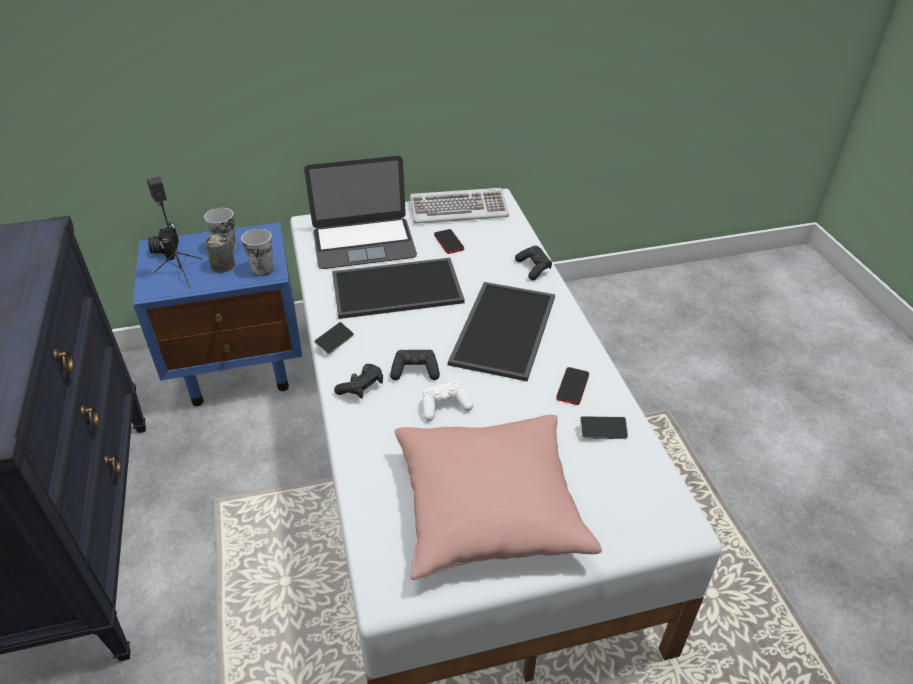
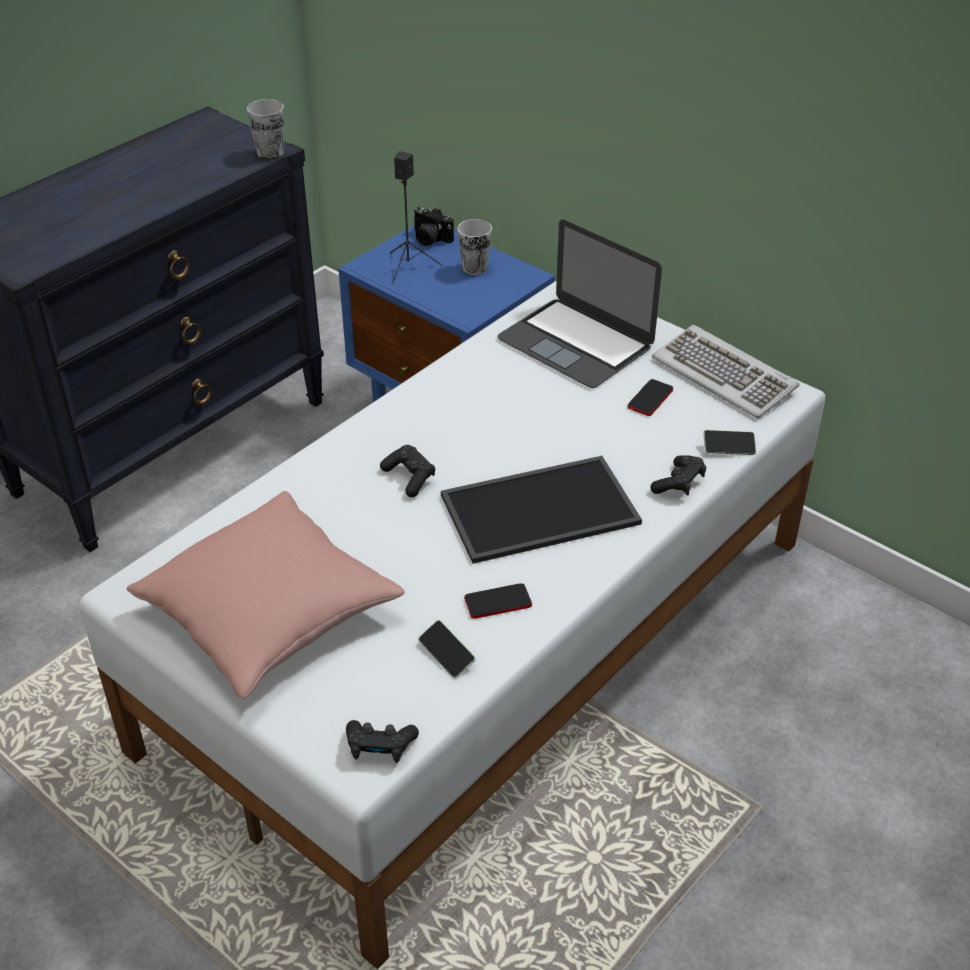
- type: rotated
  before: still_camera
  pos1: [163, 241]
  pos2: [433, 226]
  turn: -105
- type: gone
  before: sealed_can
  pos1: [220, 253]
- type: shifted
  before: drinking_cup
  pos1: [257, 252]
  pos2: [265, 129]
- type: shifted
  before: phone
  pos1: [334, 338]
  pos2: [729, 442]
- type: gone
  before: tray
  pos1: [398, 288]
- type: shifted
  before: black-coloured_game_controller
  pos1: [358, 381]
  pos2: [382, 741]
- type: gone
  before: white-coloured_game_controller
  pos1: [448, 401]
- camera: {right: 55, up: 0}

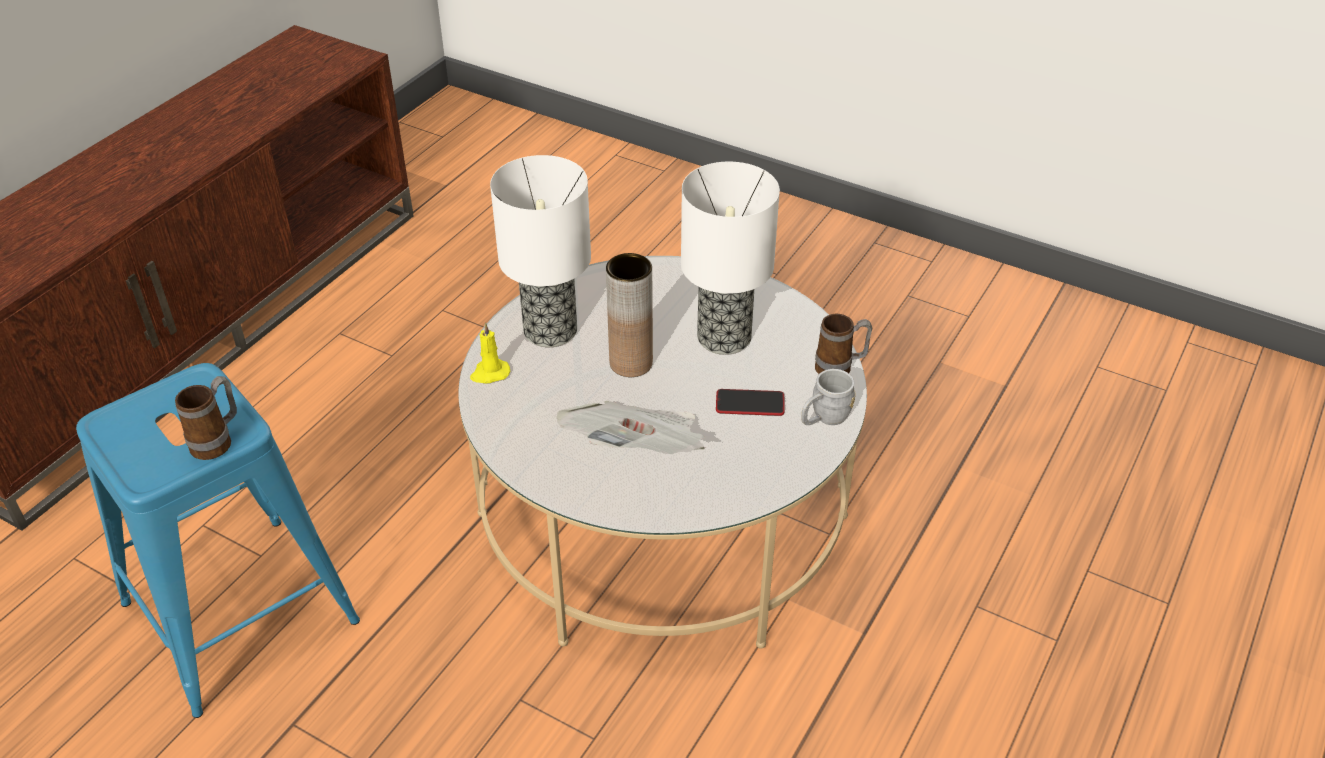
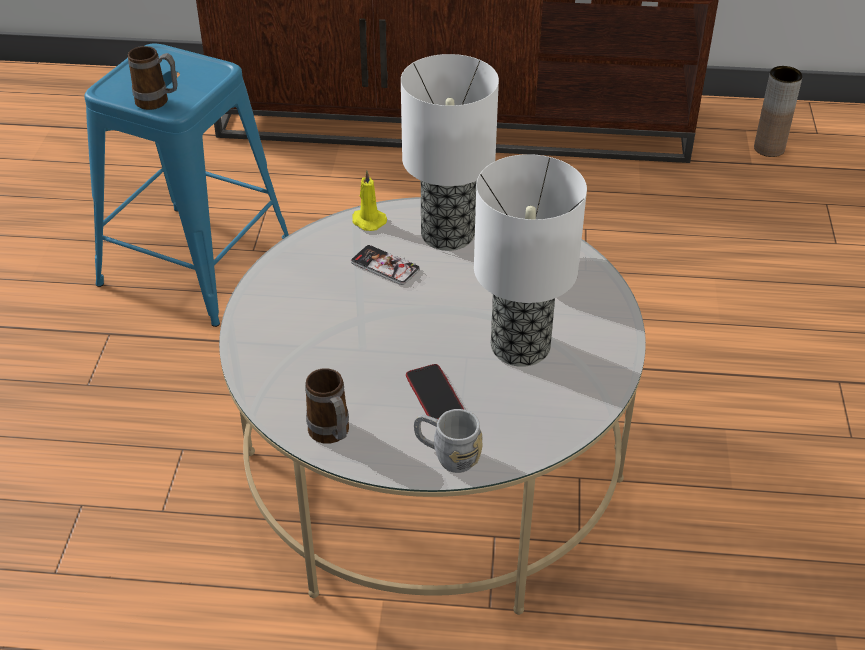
- type: gone
  before: printed_paper
  pos1: [630, 427]
- type: shifted
  before: brown_vase
  pos1: [629, 315]
  pos2: [778, 111]
- type: shifted
  before: mug
  pos1: [844, 344]
  pos2: [327, 406]
- type: new
  after: phone
  pos2: [385, 265]
- camera: {right: 65, up: 0}

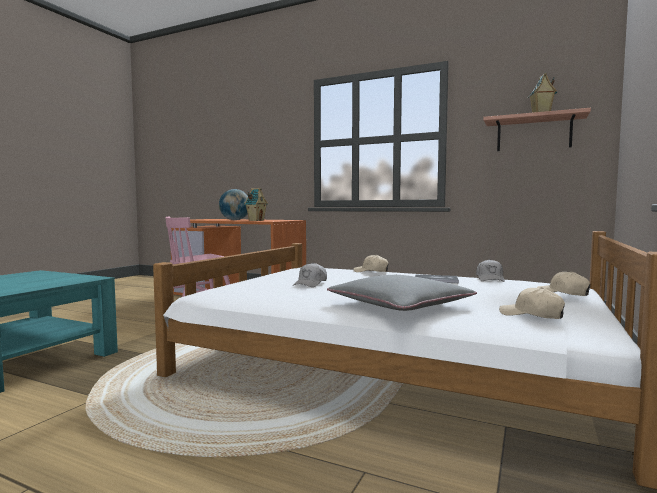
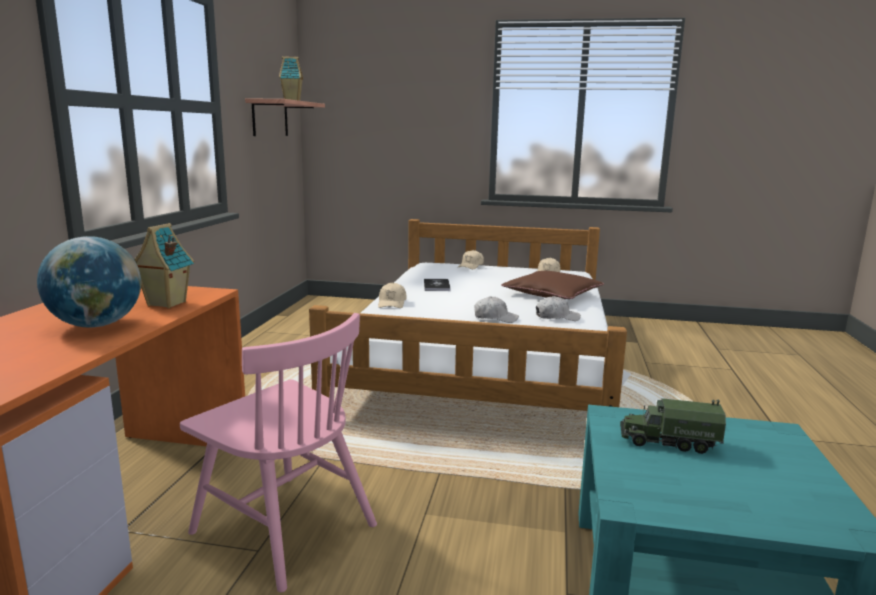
- type: repainted
  before: grey_pillow
  after: brown_pillow
  pos1: [402, 293]
  pos2: [552, 285]
- type: shifted
  before: white-coloured_peaked_cap
  pos1: [490, 270]
  pos2: [558, 308]
- type: new
  after: model_truck
  pos2: [673, 426]
- camera: {right: -105, up: 10}

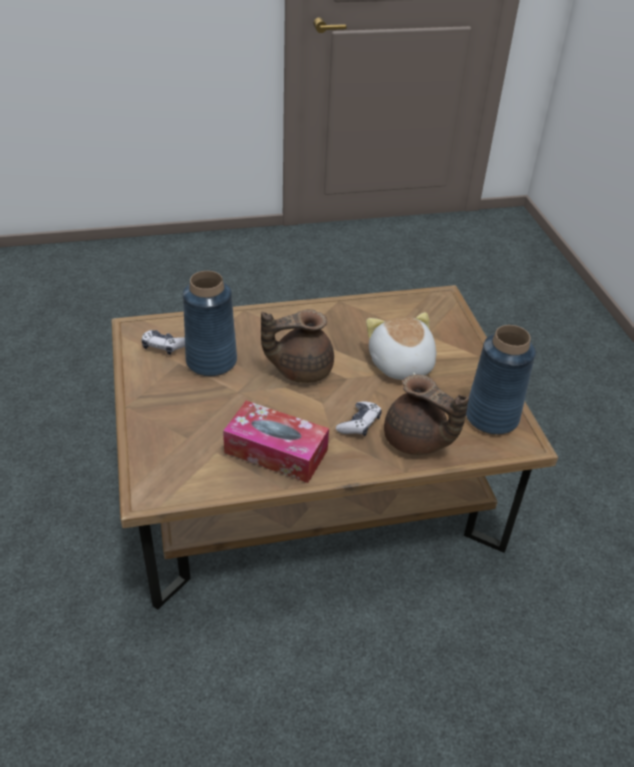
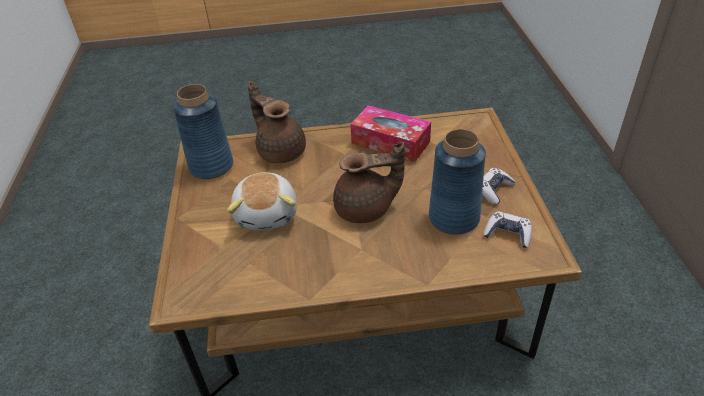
- type: shifted
  before: game_controller
  pos1: [359, 419]
  pos2: [498, 186]
- camera: {right: -170, up: 0}

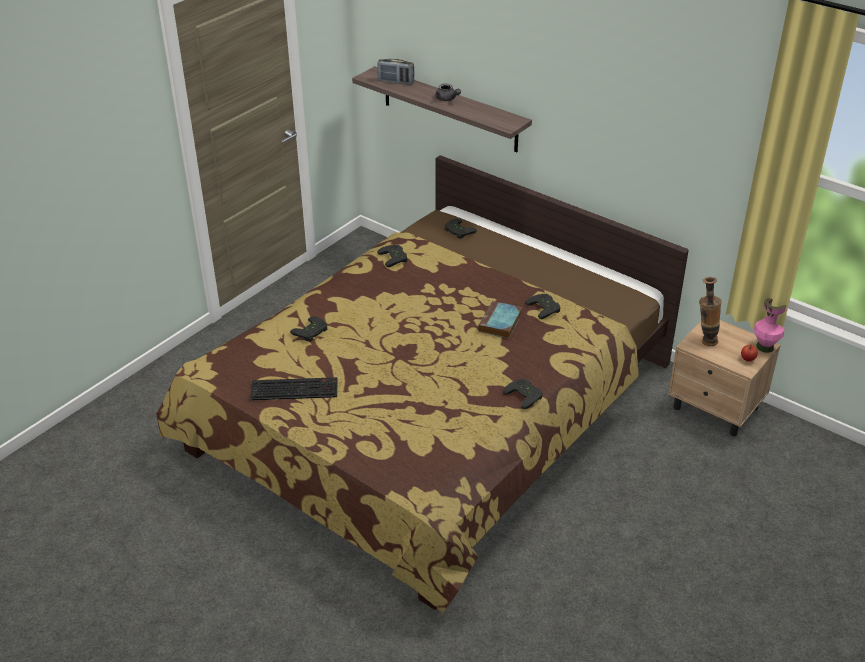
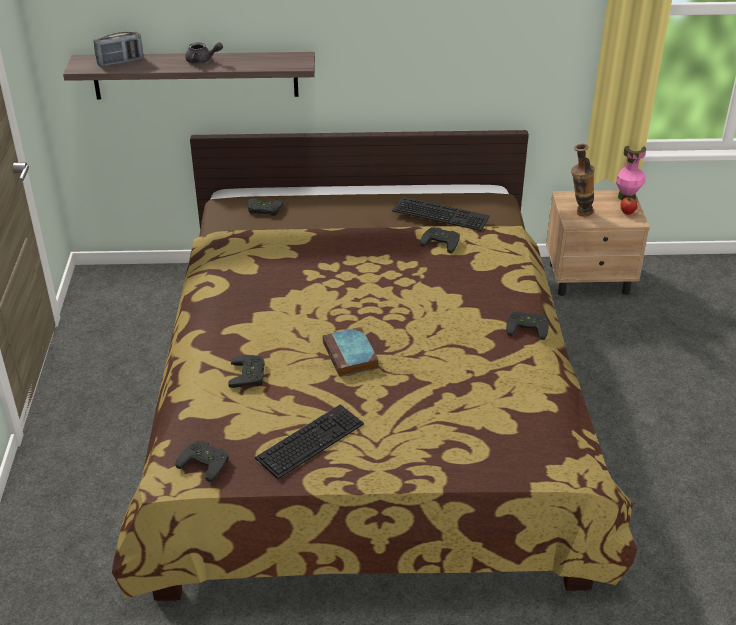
- type: shifted
  before: black-coloured_game_controller
  pos1: [392, 256]
  pos2: [202, 461]
- type: shifted
  before: bound_book
  pos1: [500, 320]
  pos2: [351, 352]
- type: new
  after: PC_keyboard
  pos2: [441, 214]
- camera: {right: -40, up: 0}

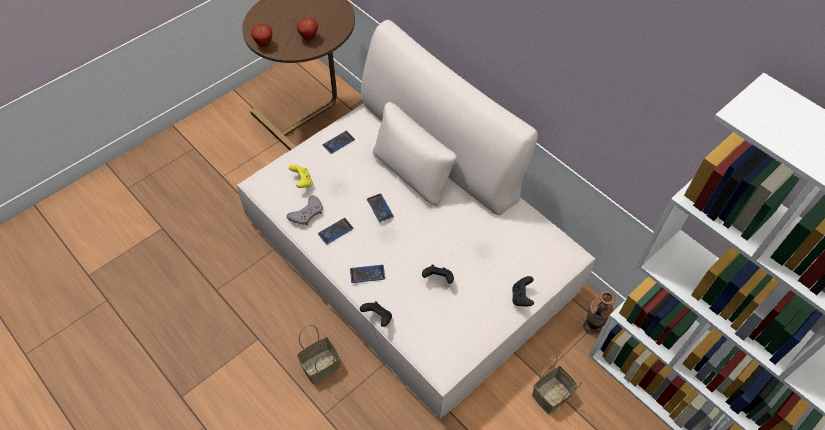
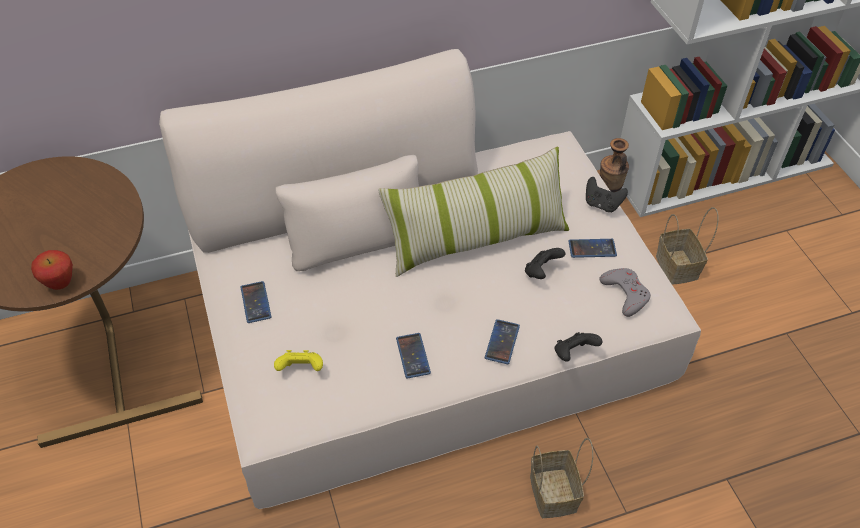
- type: shifted
  before: grey_game_controller
  pos1: [305, 210]
  pos2: [625, 292]
- type: gone
  before: whole_apple
  pos1: [307, 29]
- type: shifted
  before: phone
  pos1: [380, 207]
  pos2: [592, 248]
- type: new
  after: pillow
  pos2: [473, 211]
- camera: {right: -65, up: -5}

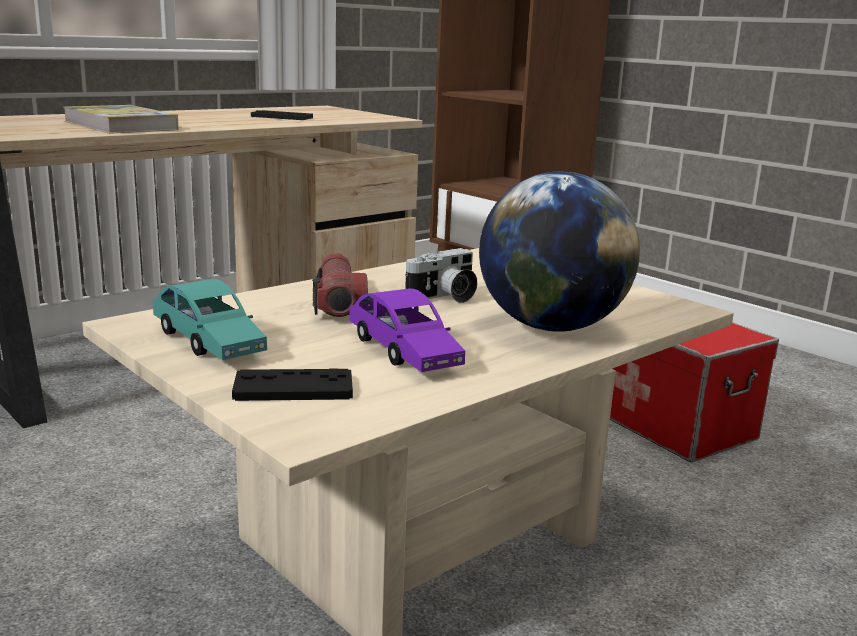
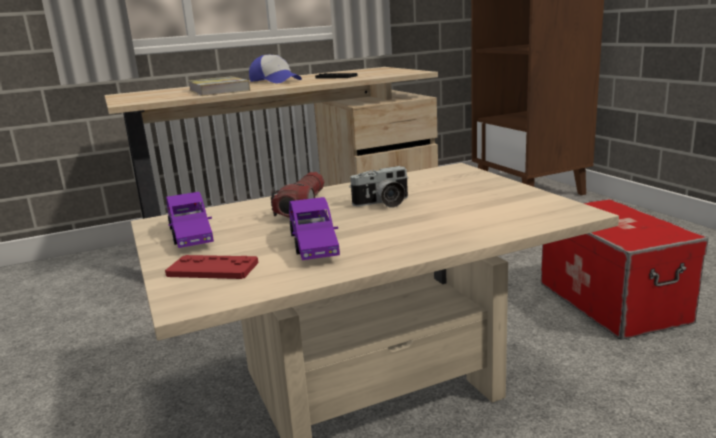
- type: repainted
  before: turquoise_miniature_car
  after: purple_miniature_car
  pos1: [210, 319]
  pos2: [190, 220]
- type: repainted
  before: black-coloured_game_controller
  after: red_game_controller
  pos1: [292, 384]
  pos2: [211, 267]
- type: gone
  before: globe
  pos1: [559, 252]
- type: new
  after: peaked_cap
  pos2: [275, 69]
- camera: {right: 20, up: 0}

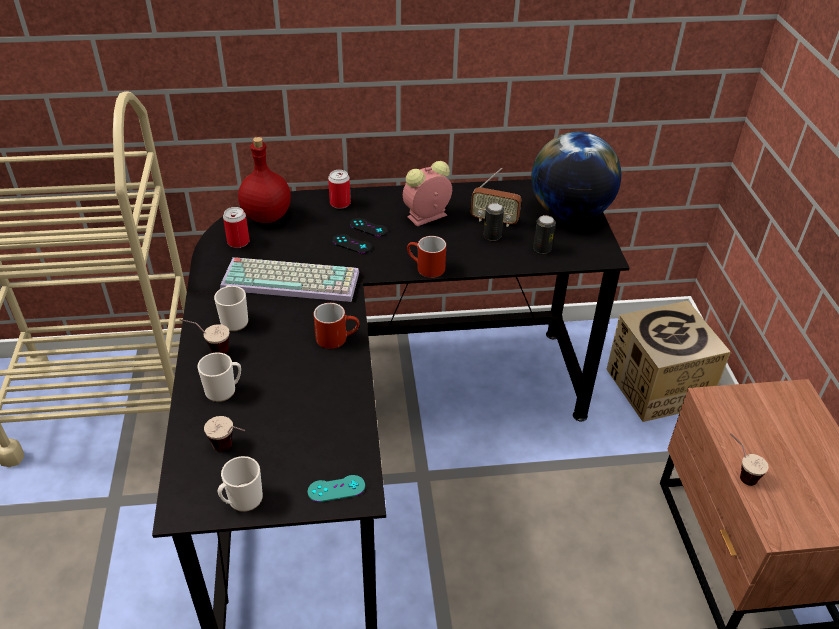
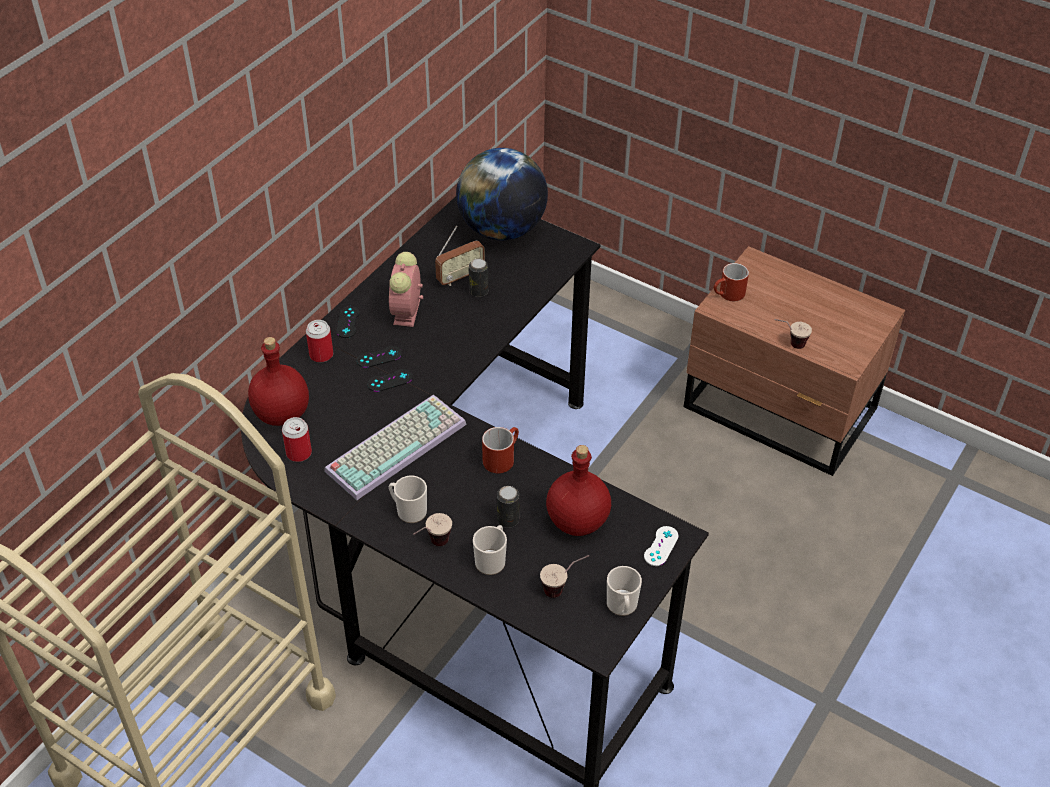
- type: repainted
  before: turquoise_game_controller
  after: white-coloured_game_controller
  pos1: [336, 488]
  pos2: [661, 546]
- type: shifted
  before: red_mug
  pos1: [426, 257]
  pos2: [731, 282]
- type: shifted
  before: sealed_can
  pos1: [544, 234]
  pos2: [508, 507]
- type: gone
  before: packing_box
  pos1: [668, 361]
- type: new
  after: black-coloured_game_controller
  pos2: [347, 322]
- type: new
  after: red_bottle
  pos2: [578, 490]
- camera: {right: -50, up: 5}

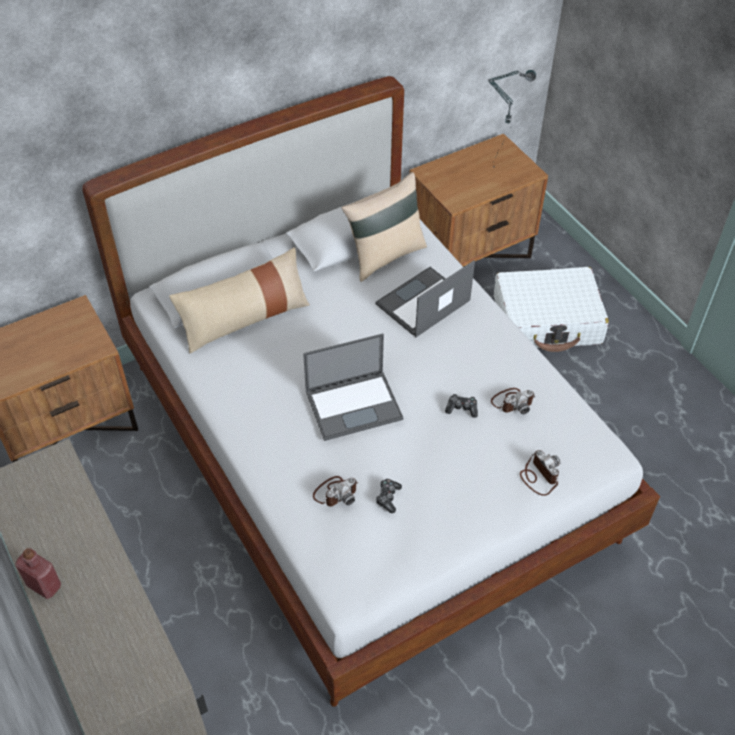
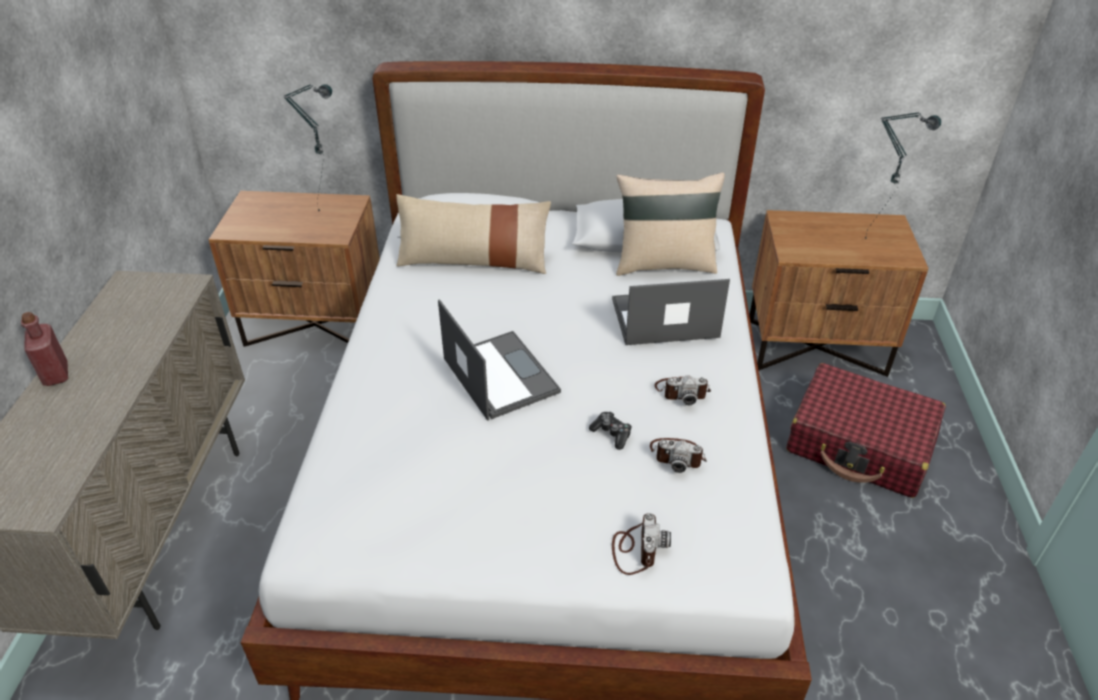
- type: rotated
  before: laptop
  pos1: [353, 387]
  pos2: [499, 360]
  turn: -135
- type: shifted
  before: still_camera
  pos1: [335, 491]
  pos2: [683, 390]
- type: gone
  before: game_controller
  pos1: [389, 496]
- type: repainted
  before: white-coloured_travel_case
  after: red_travel_case
  pos1: [551, 309]
  pos2: [866, 430]
- type: new
  after: lamp_for_a_table
  pos2: [307, 147]
- camera: {right: 35, up: -10}

